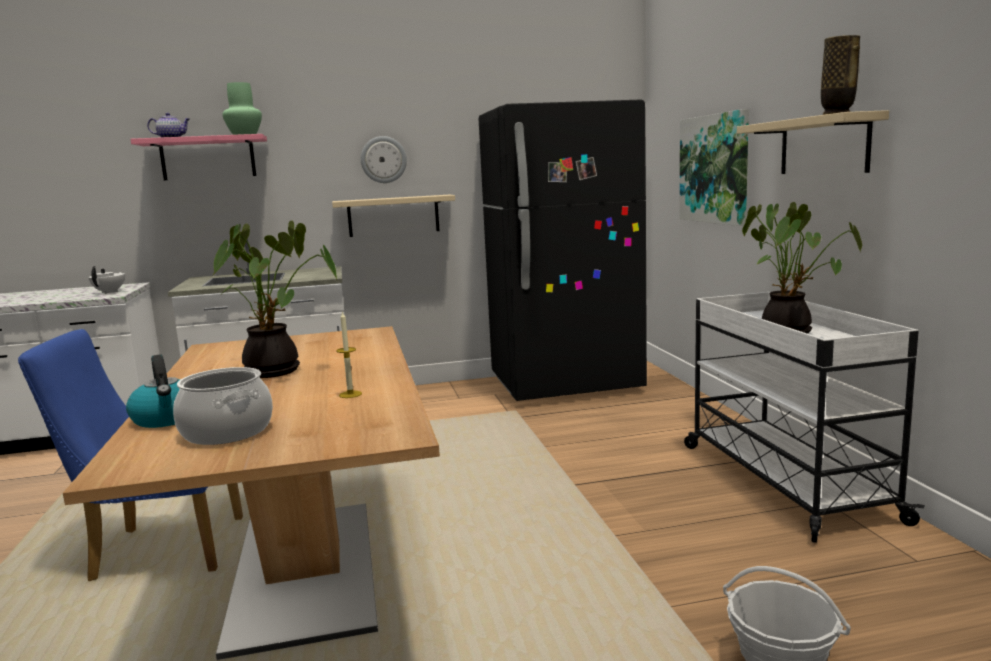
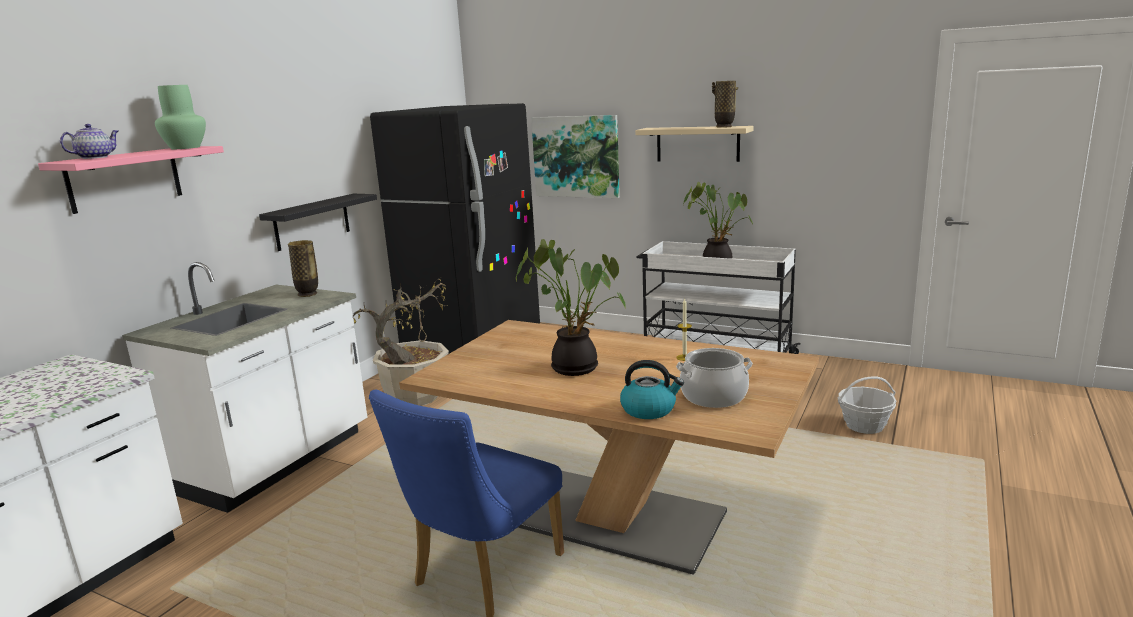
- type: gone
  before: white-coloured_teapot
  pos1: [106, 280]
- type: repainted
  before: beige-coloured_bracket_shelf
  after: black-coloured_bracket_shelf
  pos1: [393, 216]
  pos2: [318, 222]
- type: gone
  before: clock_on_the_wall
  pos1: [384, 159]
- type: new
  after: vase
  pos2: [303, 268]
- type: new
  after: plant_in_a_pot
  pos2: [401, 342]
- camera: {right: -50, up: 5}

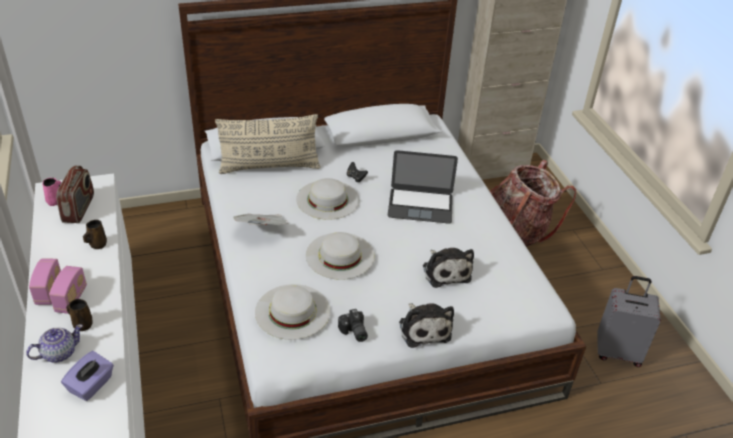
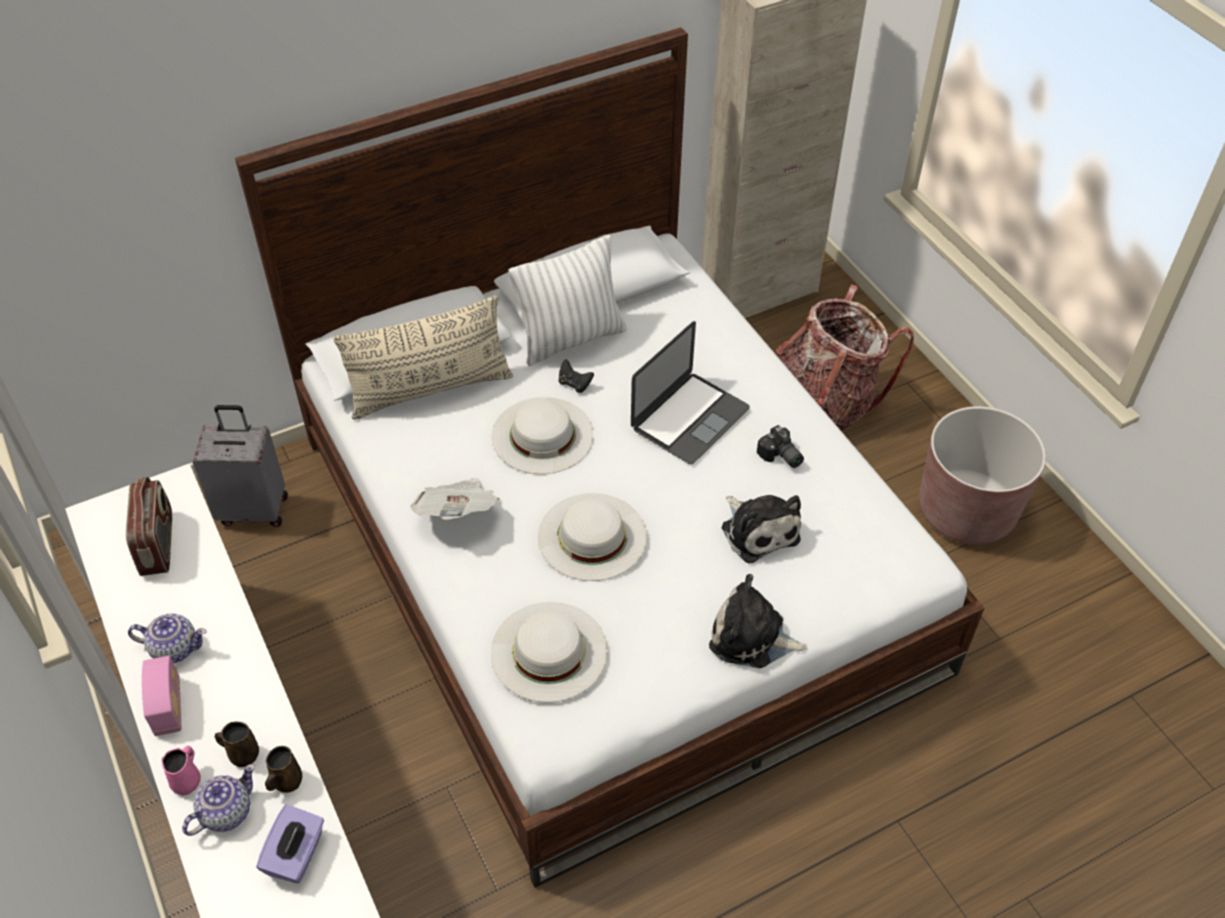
- type: shifted
  before: pinkish_mug
  pos1: [52, 192]
  pos2: [181, 770]
- type: gone
  before: radio_receiver
  pos1: [68, 290]
- type: shifted
  before: brown_mug
  pos1: [95, 234]
  pos2: [283, 769]
- type: shifted
  before: still_camera
  pos1: [353, 325]
  pos2: [780, 446]
- type: rotated
  before: laptop
  pos1: [423, 187]
  pos2: [690, 392]
  turn: -45
- type: rotated
  before: plush_toy
  pos1: [426, 325]
  pos2: [758, 621]
  turn: 135
- type: shifted
  before: grey_travel_case
  pos1: [629, 321]
  pos2: [240, 466]
- type: new
  after: teapot
  pos2: [167, 638]
- type: new
  after: white-coloured_pillow
  pos2: [567, 300]
- type: new
  after: brown_plant_pot
  pos2: [982, 475]
- camera: {right: -10, up: 10}

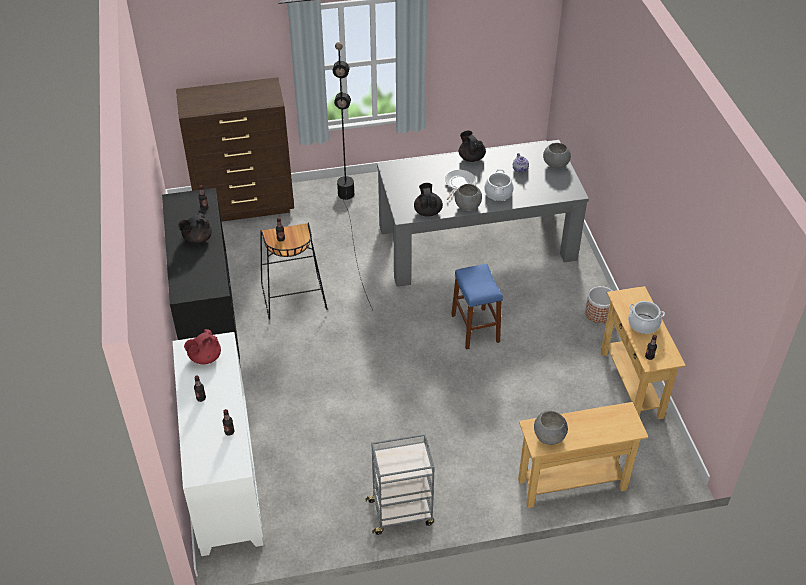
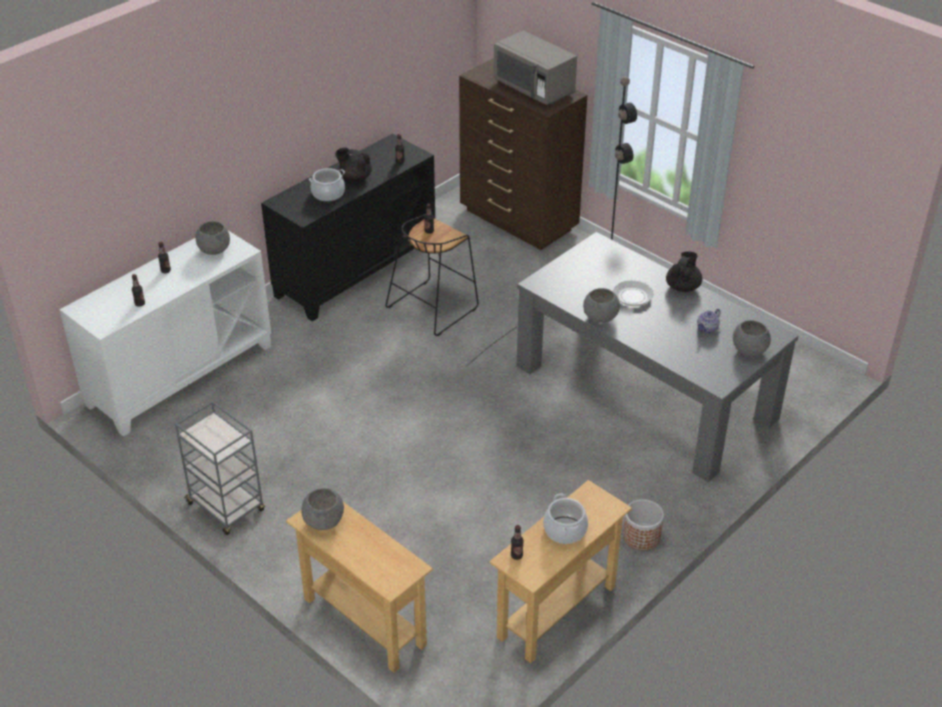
- type: swapped
  before: red_teapot
  after: grey_serving_bowl
  pos1: [202, 346]
  pos2: [212, 238]
- type: gone
  before: black-coloured_teapot
  pos1: [428, 200]
- type: gone
  before: blue_stool
  pos1: [477, 306]
- type: shifted
  before: stockpot
  pos1: [499, 185]
  pos2: [327, 185]
- type: new
  after: grey_microwave_oven
  pos2: [535, 68]
- camera: {right: 55, up: -5}

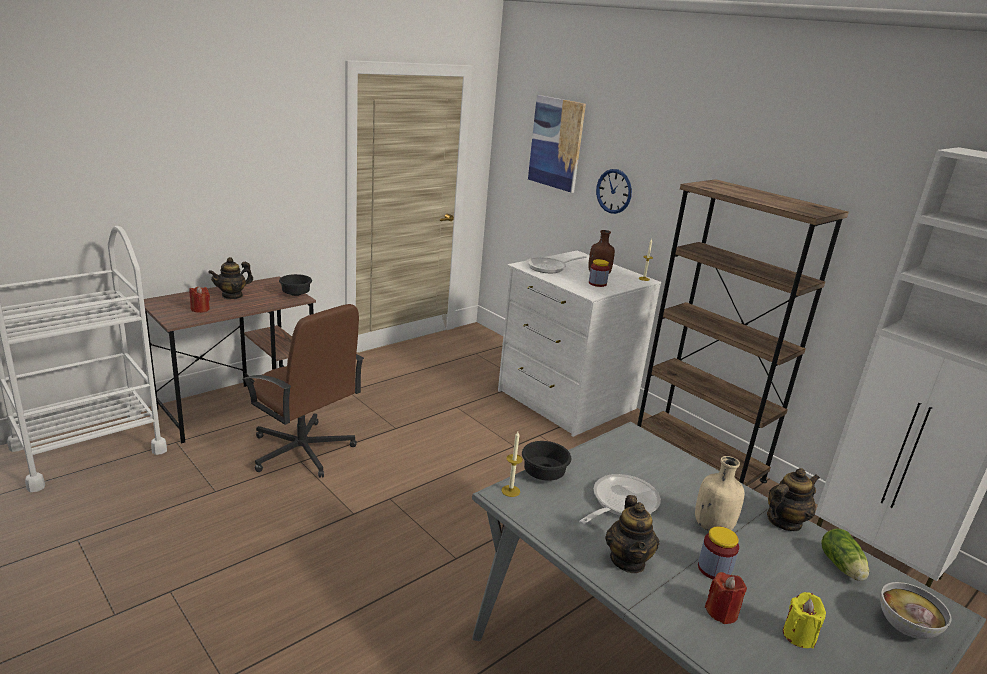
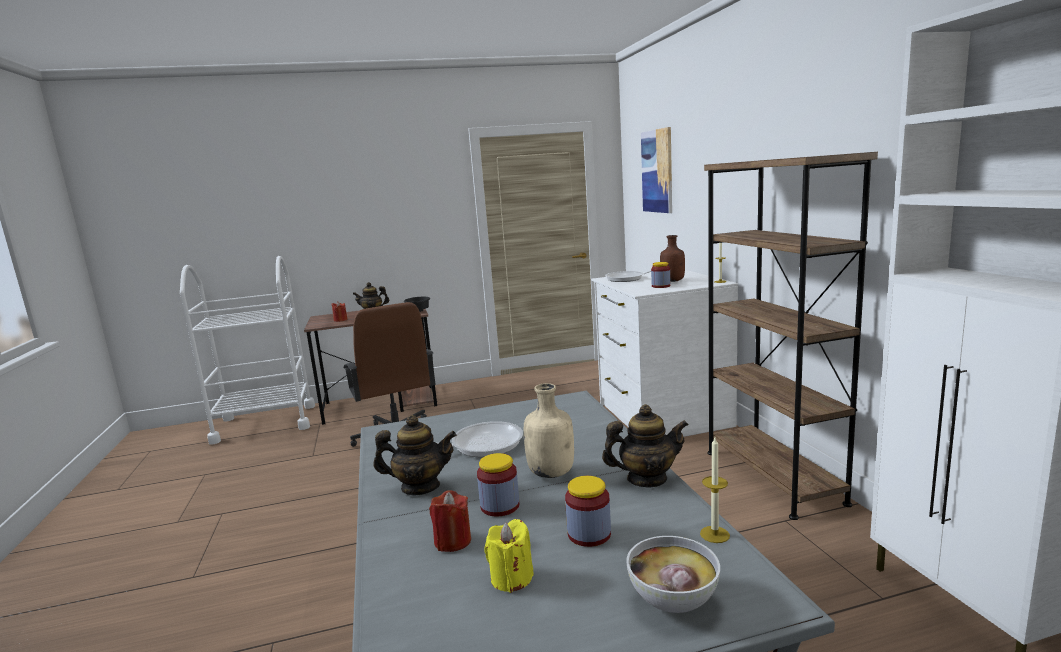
- type: shifted
  before: candle
  pos1: [512, 464]
  pos2: [715, 490]
- type: gone
  before: black-coloured_serving_bowl
  pos1: [546, 461]
- type: gone
  before: clock_on_the_wall
  pos1: [614, 191]
- type: rotated
  before: teapot
  pos1: [632, 534]
  pos2: [415, 455]
  turn: -120
- type: gone
  before: lettuce
  pos1: [845, 555]
- type: new
  after: preserve_jar
  pos2: [588, 511]
- camera: {right: 30, up: -10}

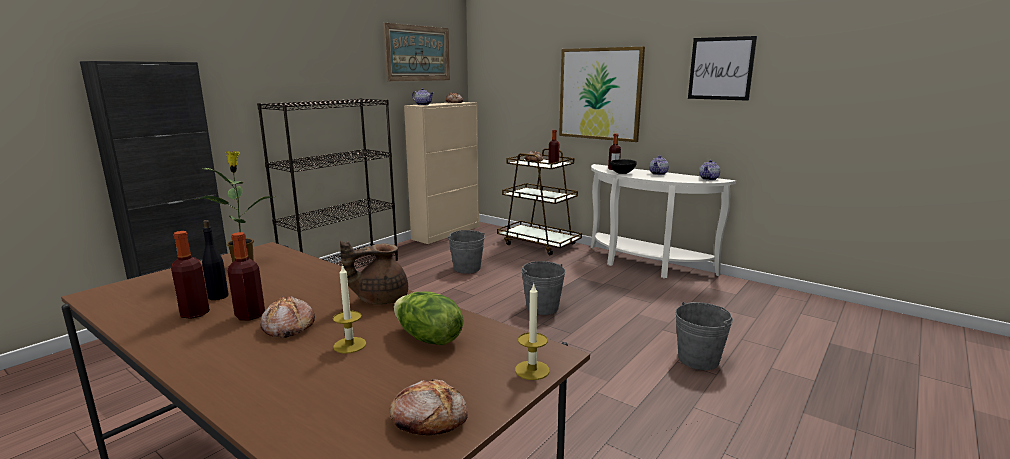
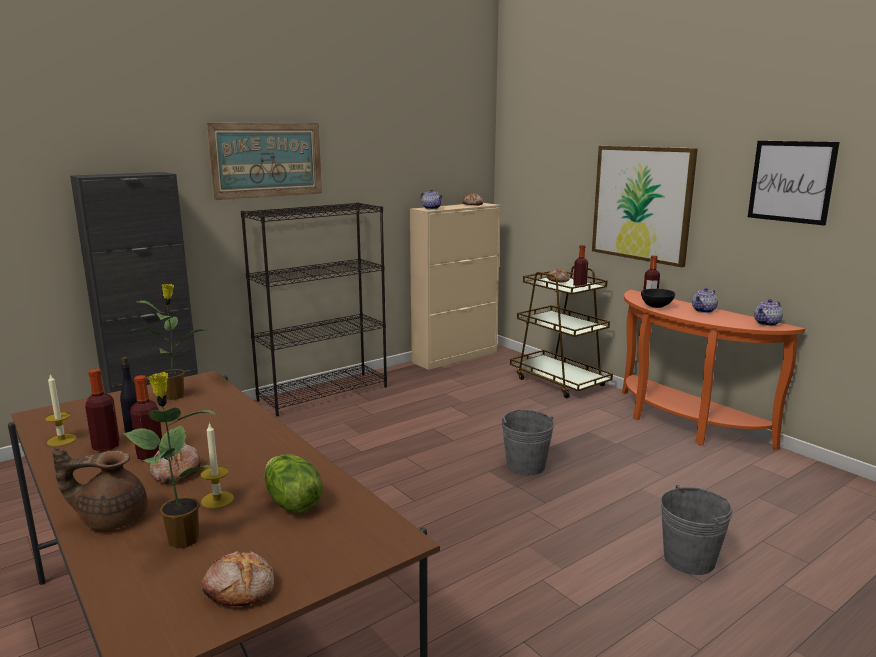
- type: shifted
  before: brown_teapot
  pos1: [374, 273]
  pos2: [100, 489]
- type: shifted
  before: wall_picture
  pos1: [416, 52]
  pos2: [264, 161]
- type: gone
  before: grey_pail
  pos1: [466, 251]
- type: shifted
  before: candle
  pos1: [532, 332]
  pos2: [61, 409]
- type: repainted
  before: white-coloured_narrow_table
  after: orangey_narrow_table
  pos1: [663, 221]
  pos2: [713, 370]
- type: new
  after: plant_in_a_pot
  pos2: [170, 460]
- camera: {right: 15, up: 0}

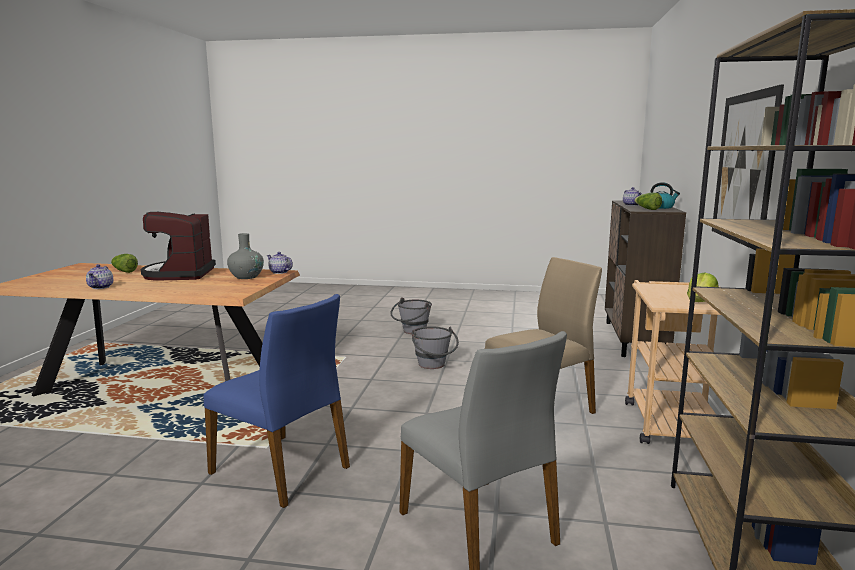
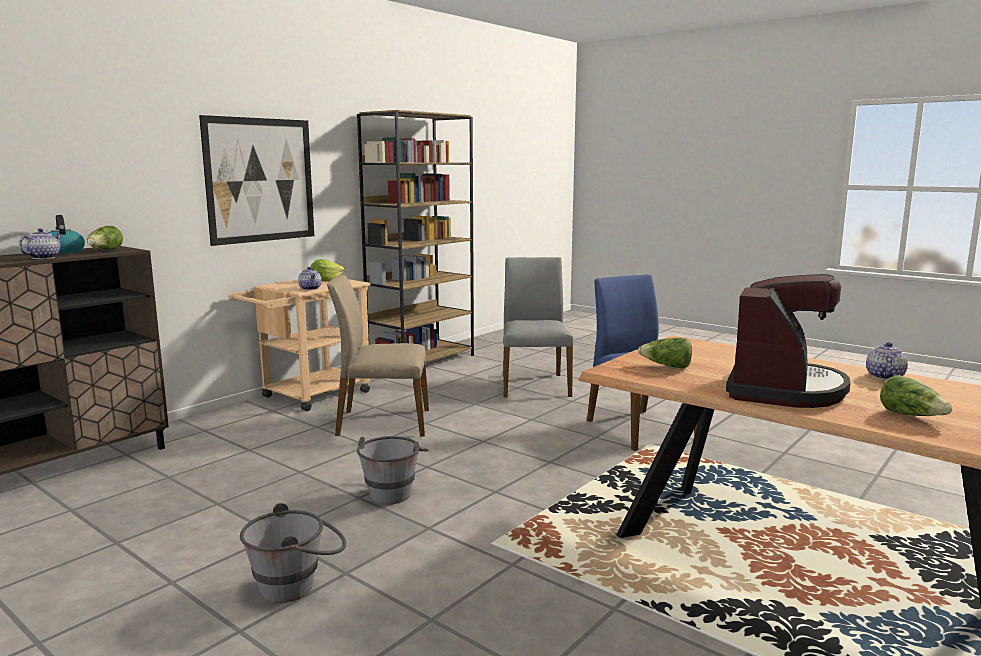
- type: swapped
  before: grey_vase
  after: lettuce
  pos1: [245, 256]
  pos2: [665, 353]
- type: shifted
  before: teapot
  pos1: [280, 263]
  pos2: [310, 278]
- camera: {right: -150, up: 0}

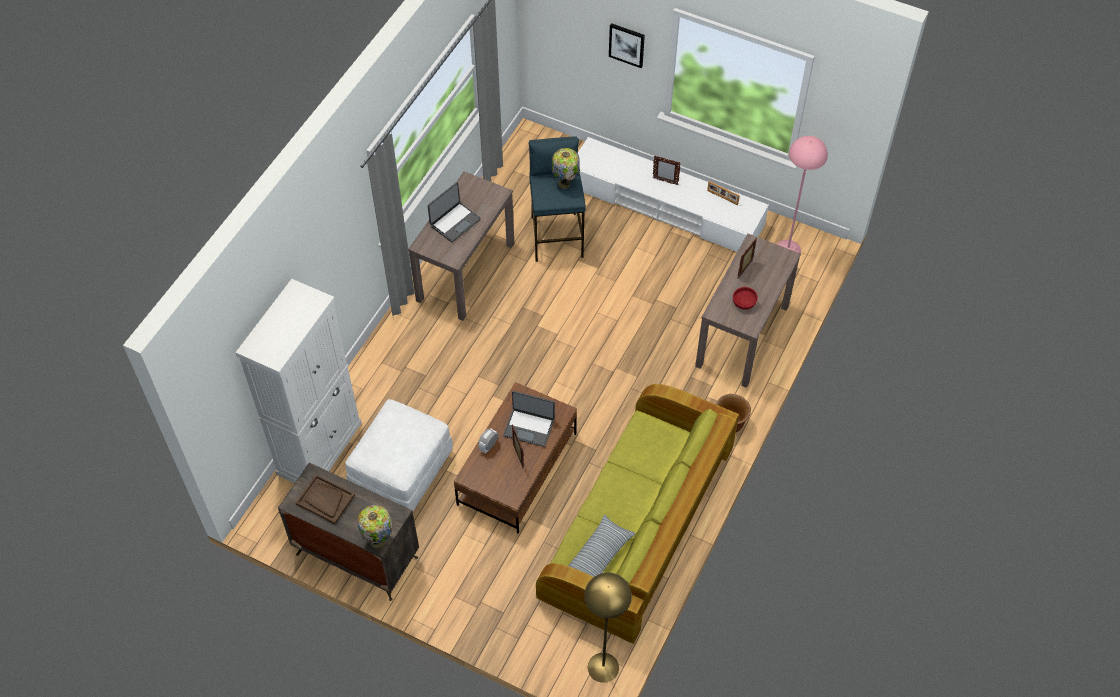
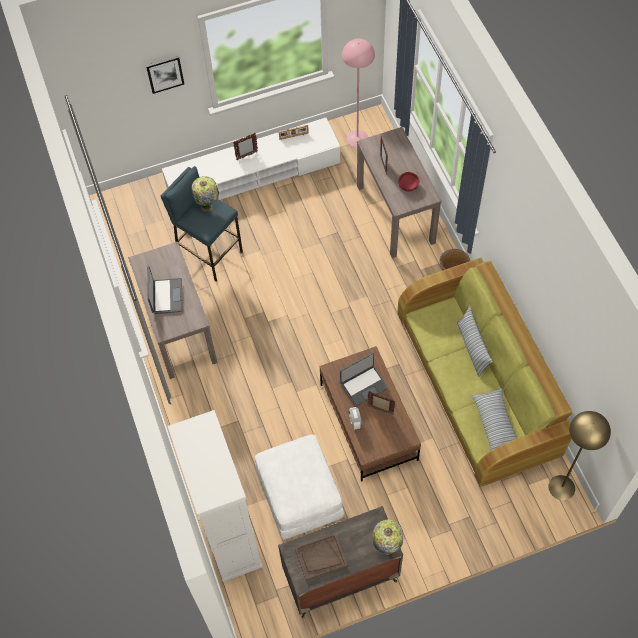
- type: new
  after: pillow
  pos2: [475, 341]
- camera: {right: -45, up: 5}

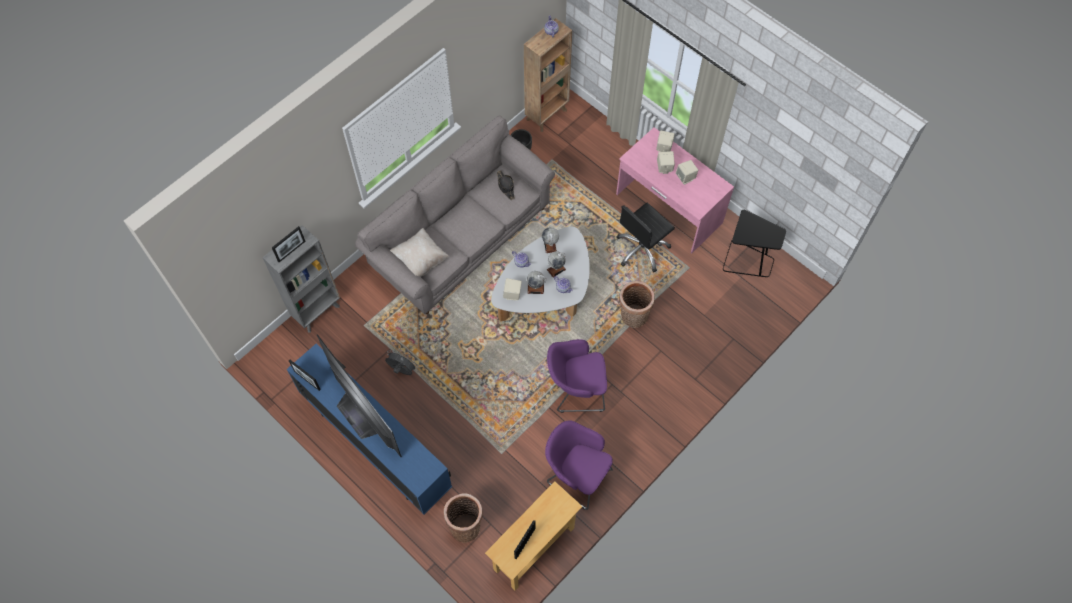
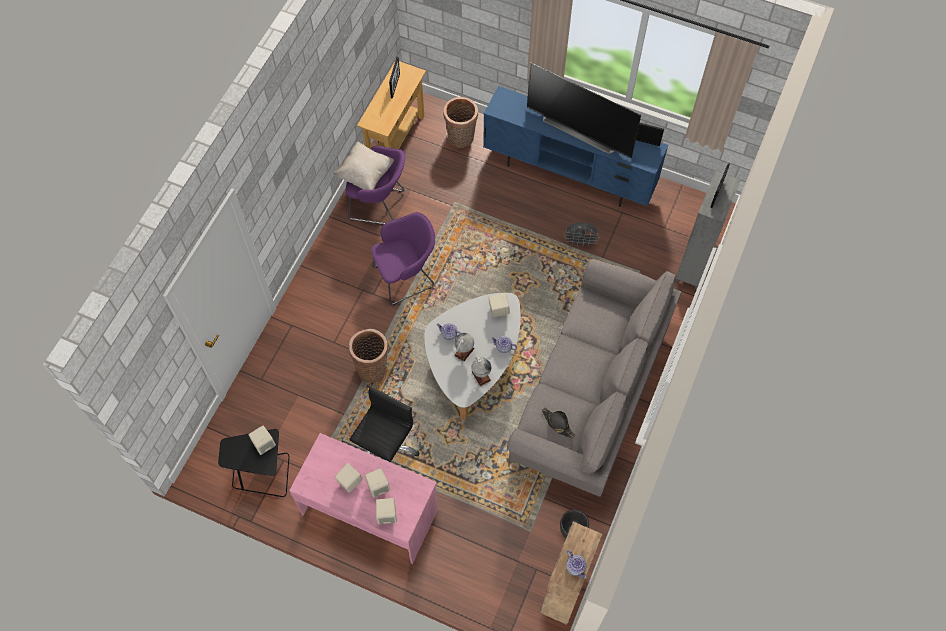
- type: shifted
  before: beige-coloured_pillow
  pos1: [420, 252]
  pos2: [363, 165]
- type: gone
  before: globe
  pos1: [536, 282]
- type: new
  after: beige-coloured_audio_speaker
  pos2: [262, 440]
- camera: {right: 160, up: 0}

